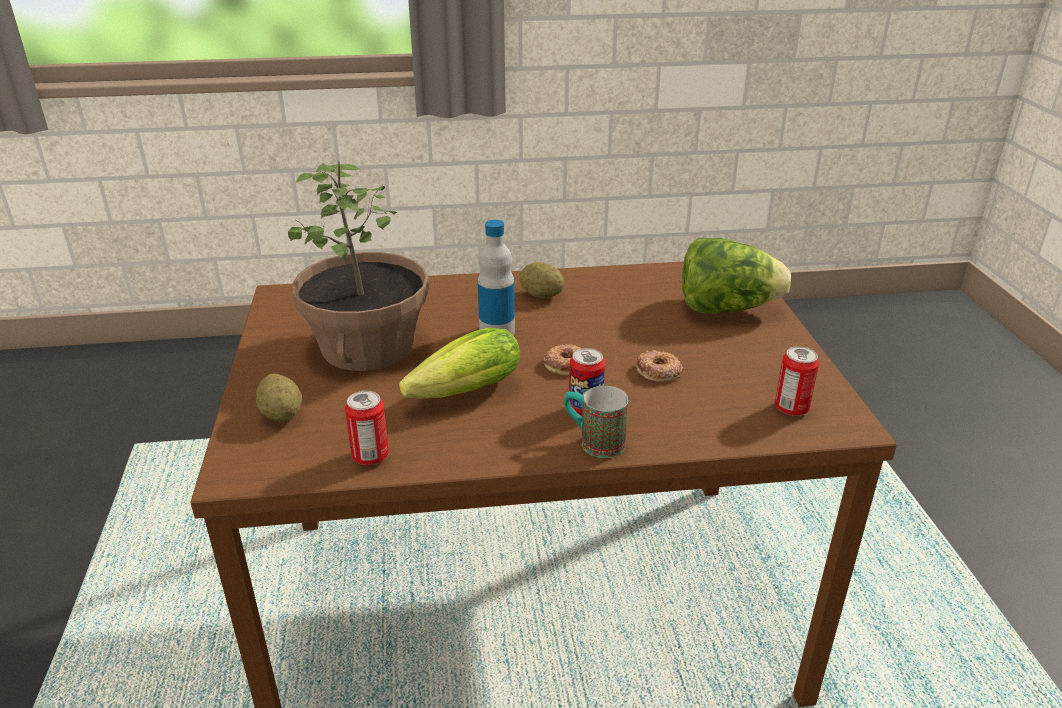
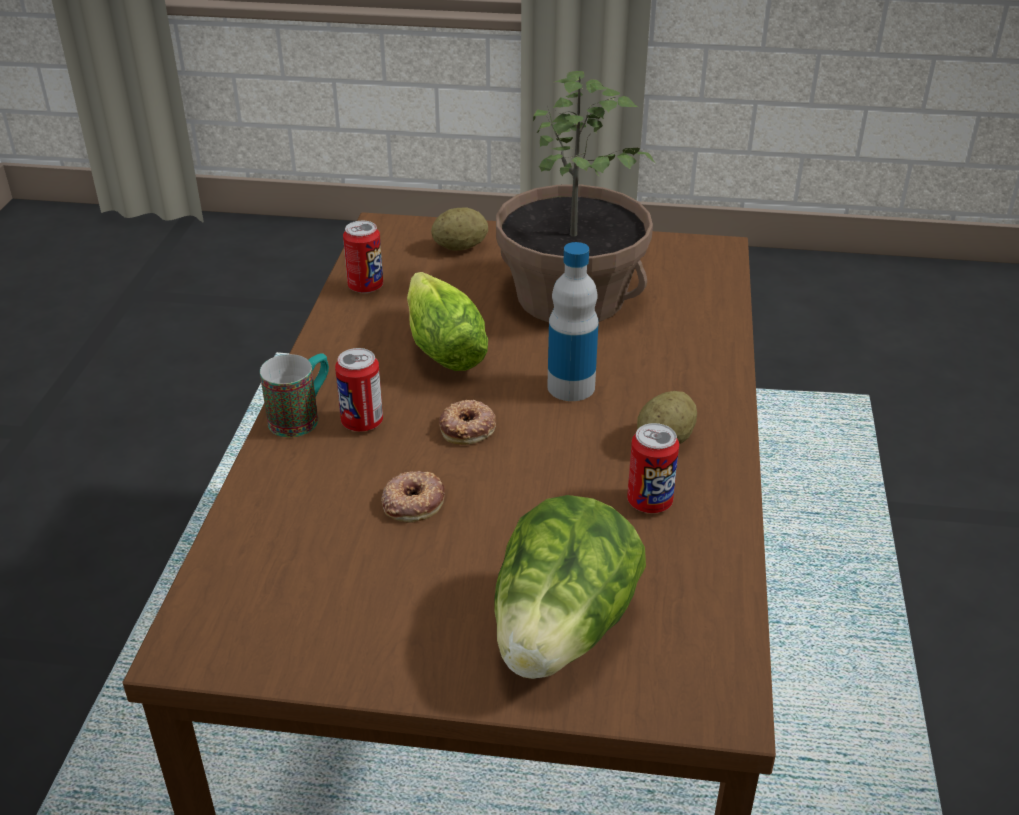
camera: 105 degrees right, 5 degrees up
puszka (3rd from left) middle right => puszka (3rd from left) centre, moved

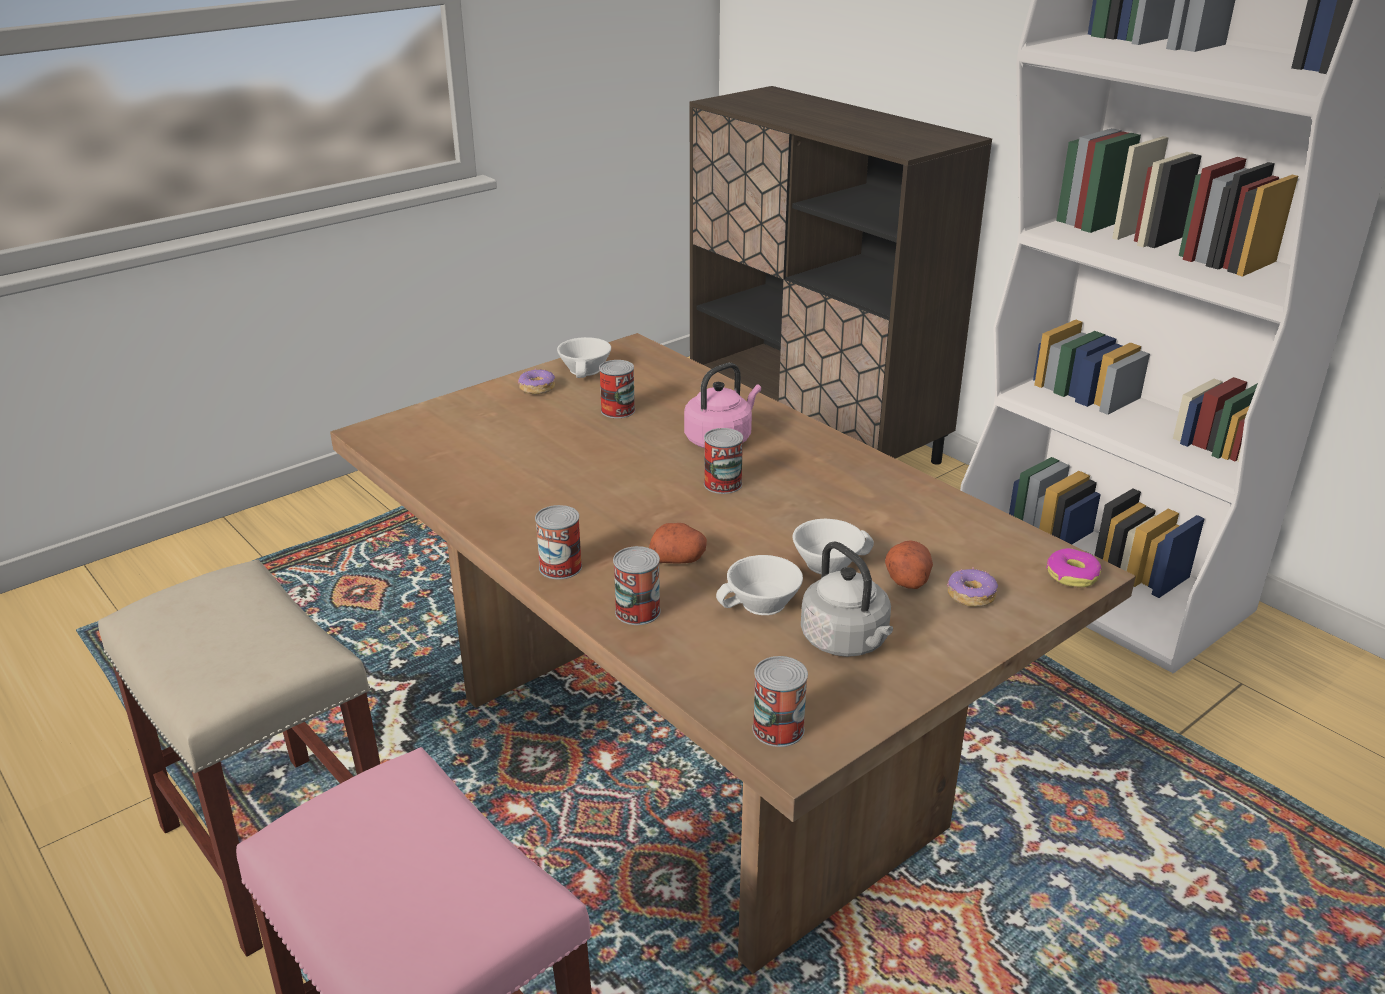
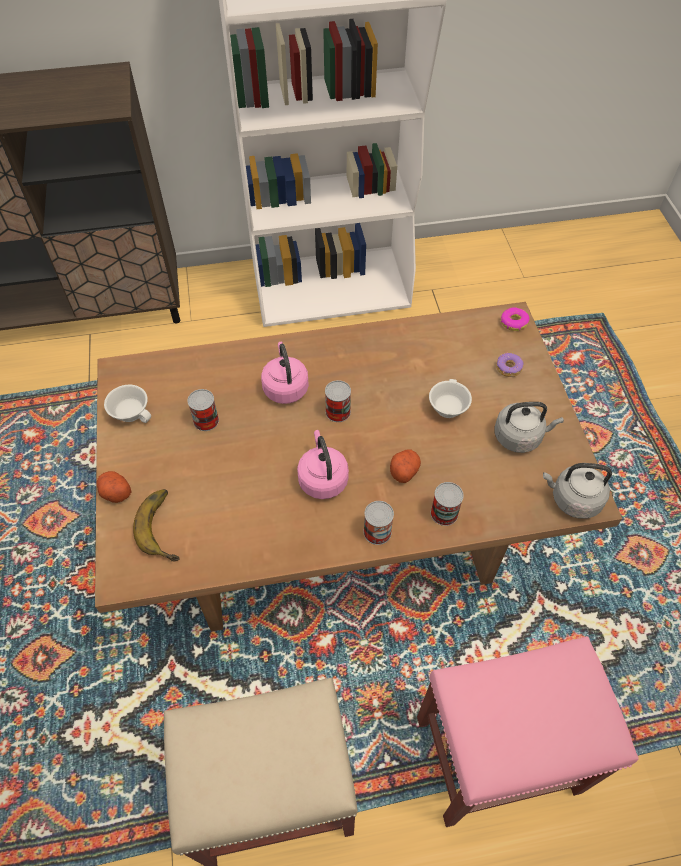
camera: 60 degrees left, 25 degrees up
donut (1st from left) centre => nothing
ziemniak (2nd from left in the first image) centre => ziemniak (1st from left) middle left, moved
filiżanka [biały] (2nd from left) centre => nothing
puszka (5th from left) bottom centre => czajnik [szary] (2nd from left) middle right
nothing => czajnik [różowy] (2nd from left) centre
nothing => banan middle left

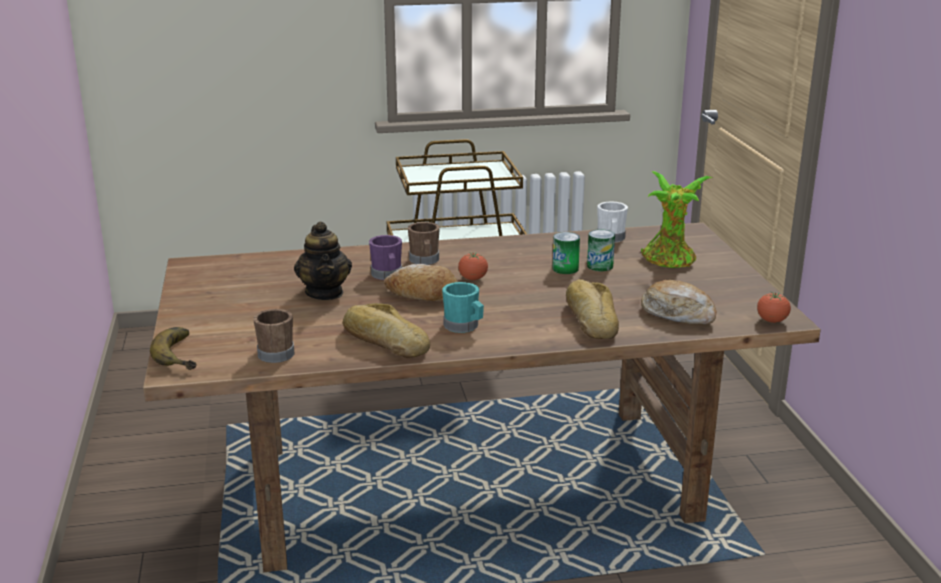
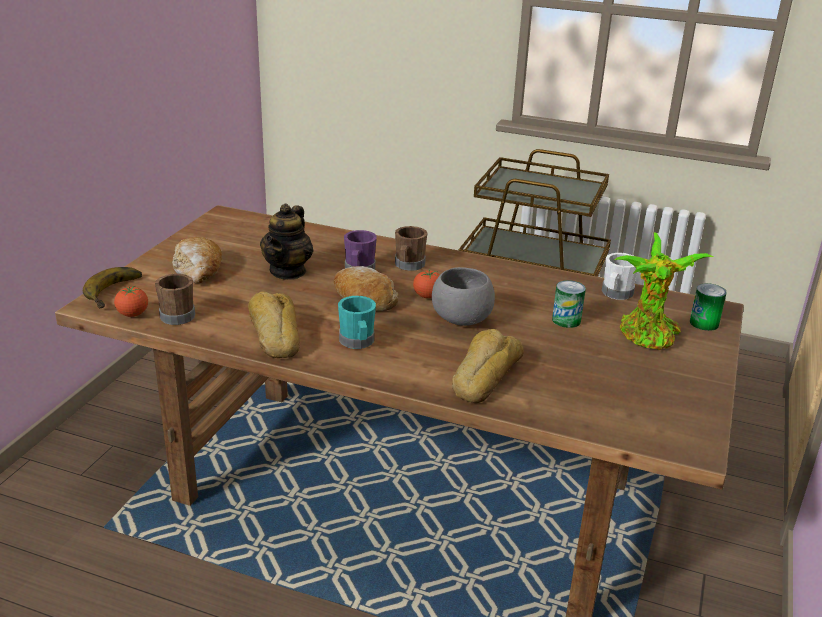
camera: 30 degrees right, 5 degrees up
puszka (1st from left in the first image) centre => puszka (2nd from left) middle right, moved
chleb (4th from left in the first image) middle right => chleb (1st from left) middle left, moved
pomidor (2nd from left in the first image) middle right => pomidor (1st from left) middle left, moved
nothing => miska [szary] centre

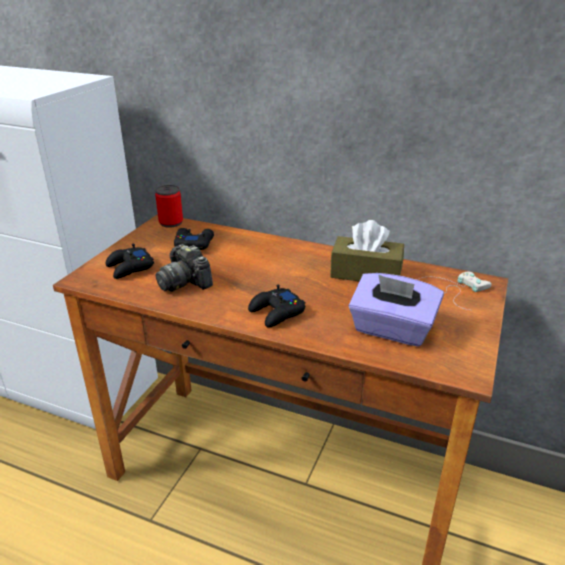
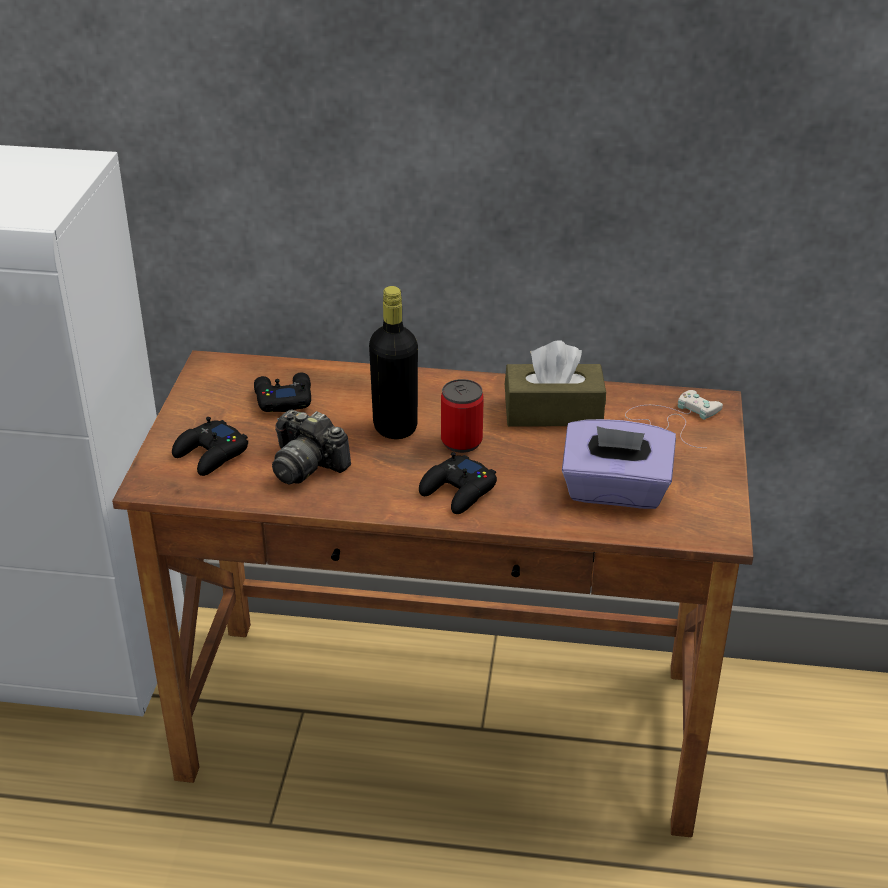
camera: 15 degrees left, 5 degrees up
puszka middle left => puszka centre, moved
nothing => butelka [czarny] centre

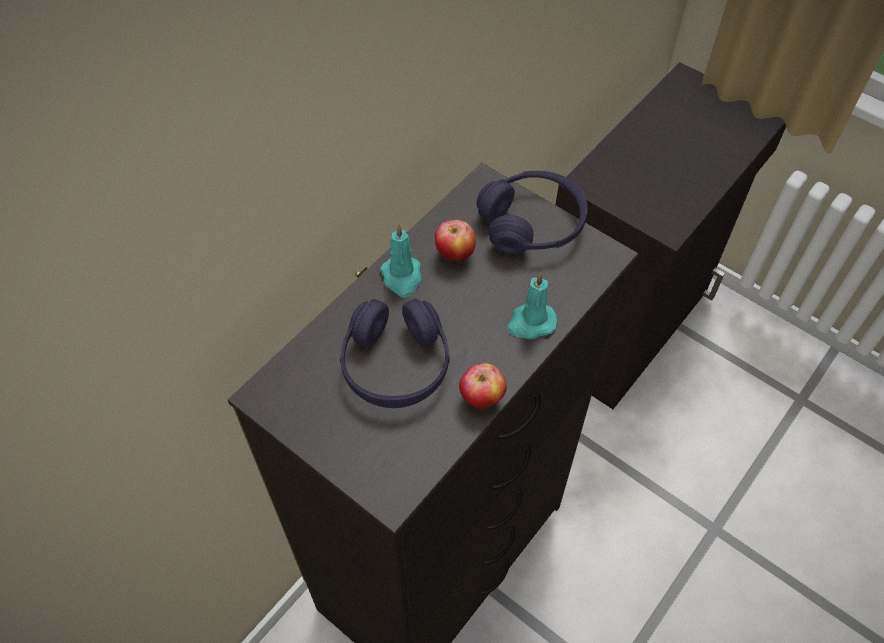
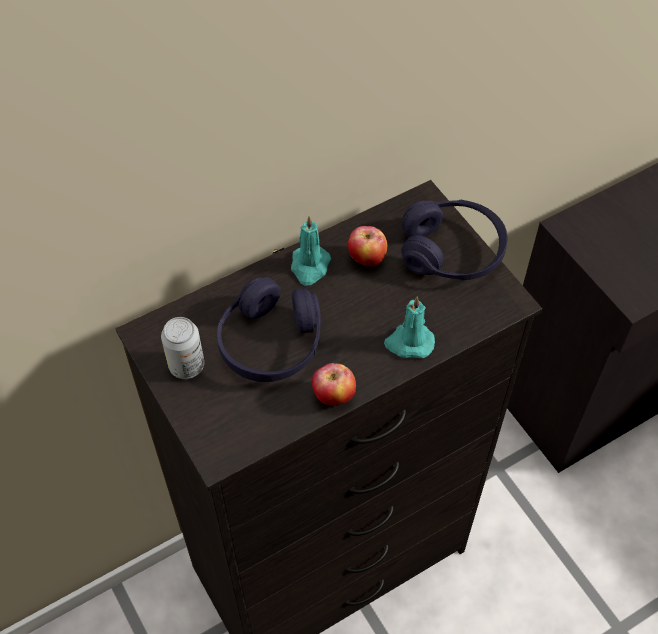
camera: 20 degrees right, 0 degrees up
nothing => puszka middle left

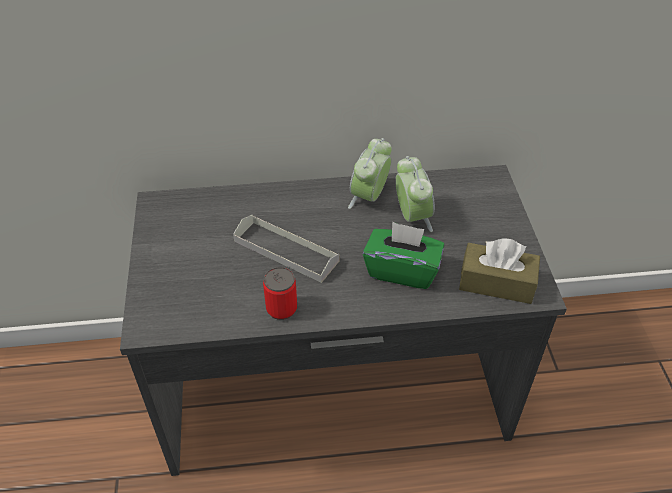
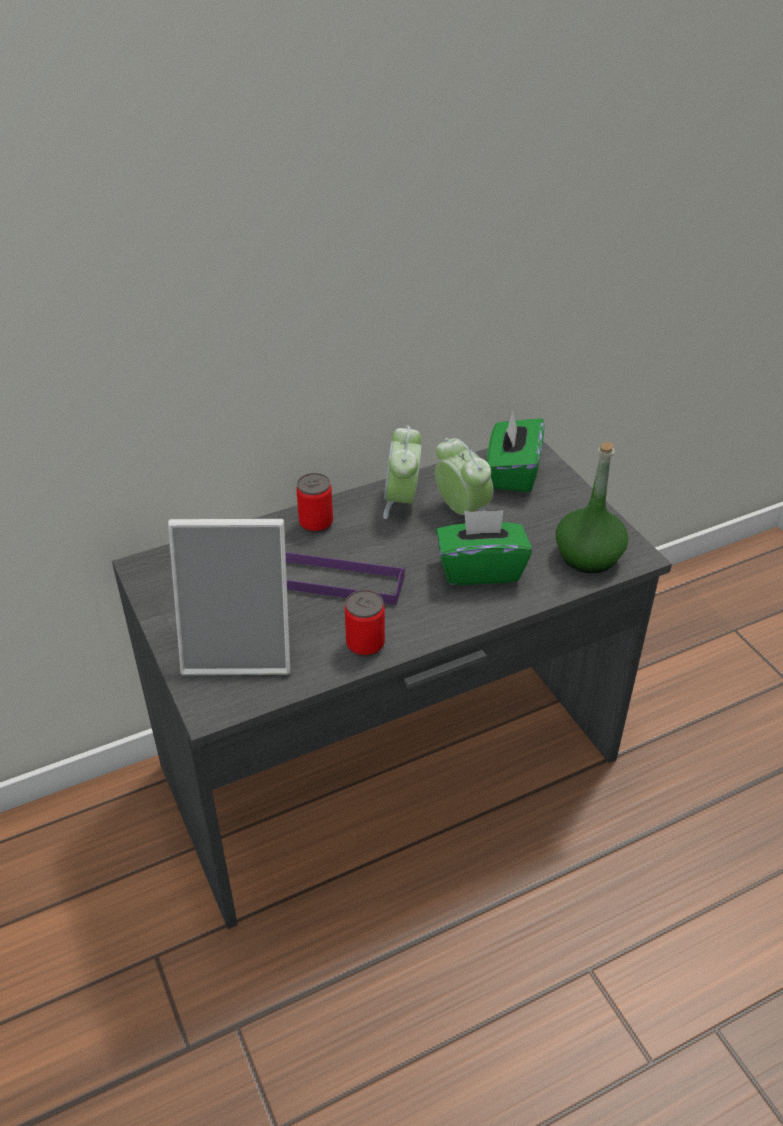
camera: 20 degrees left, 5 degrees down
taca [szary] centre => taca [fioletowy] centre
pudełko chusteczek [brązowy] middle right => butelka [zielony] middle right
nothing => pudełko chusteczek [zielony] (2nd from left) centre
nothing => puszka (1st from left) centre
nothing => ramka na zdjęcie middle left

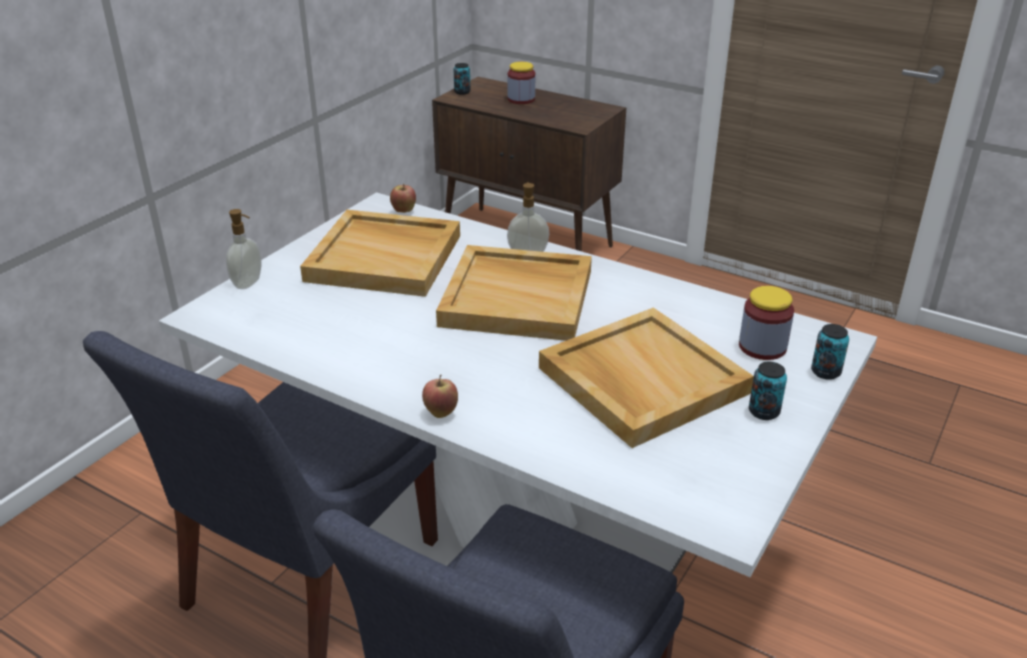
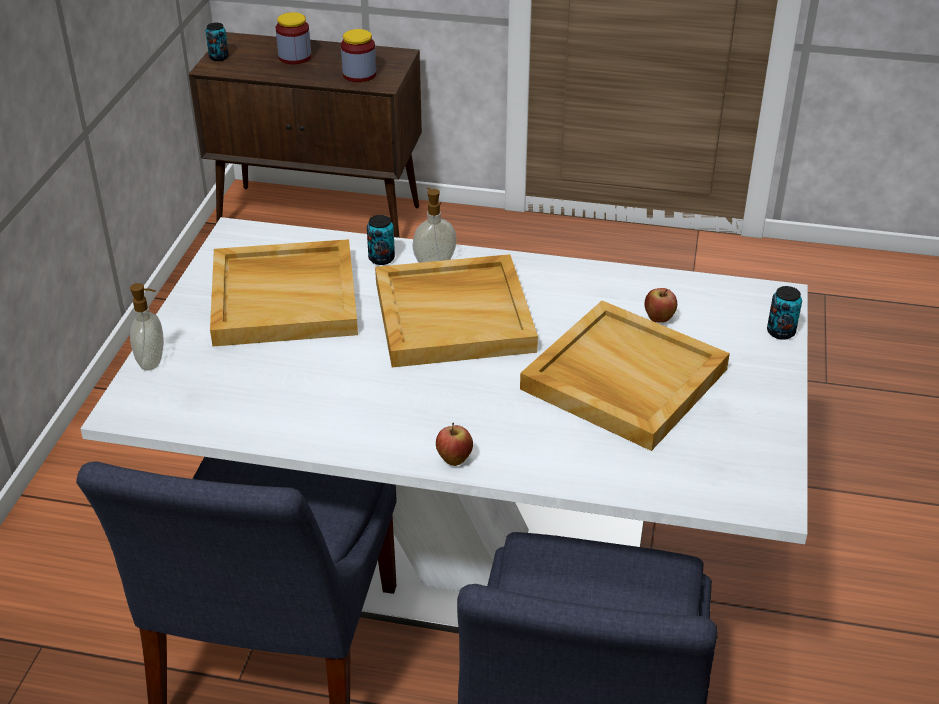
camera: 20 degrees left, 5 degrees up
jabłko (1st from left in the first image) top centre => jabłko (2nd from left) middle right, moved
słoik (2nd from left) middle right => słoik (2nd from left) top centre, moved
puszka (2nd from left) middle right => puszka (2nd from left) centre, moved

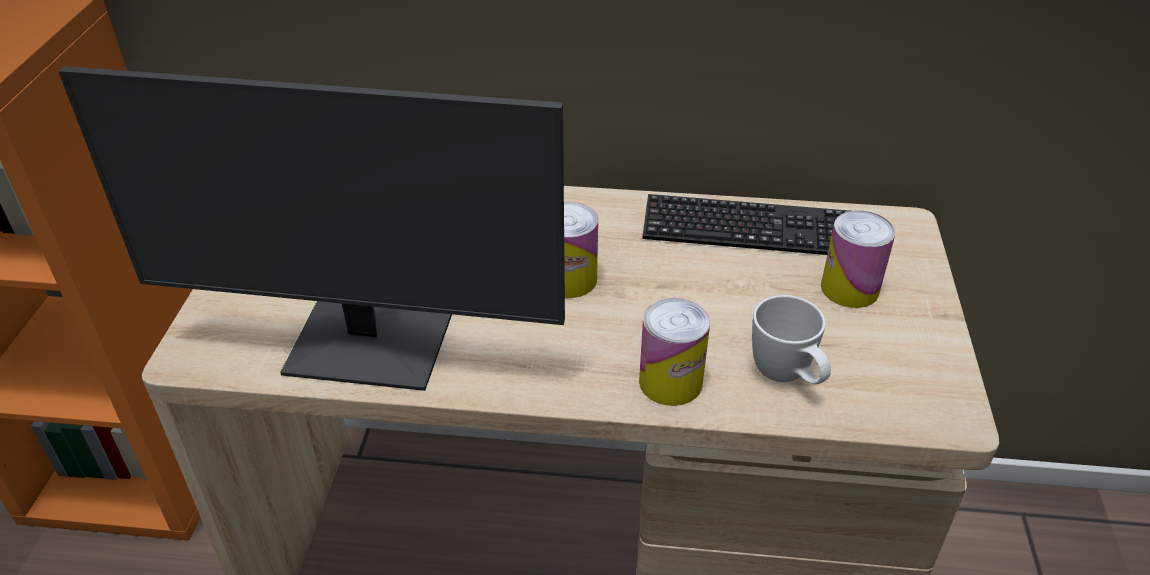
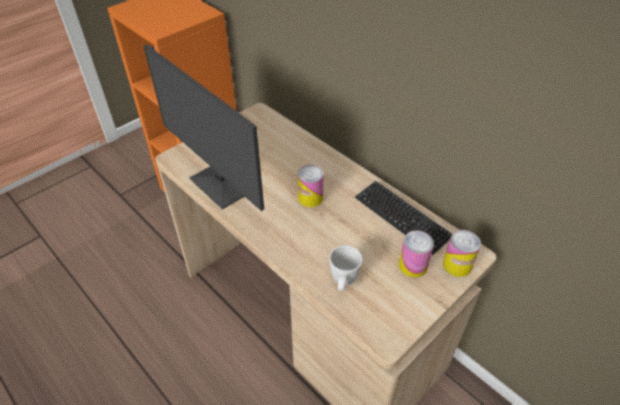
camera: 40 degrees right, 5 degrees up
puszka (2nd from left in the first image) centre => puszka (3rd from left) middle right, moved

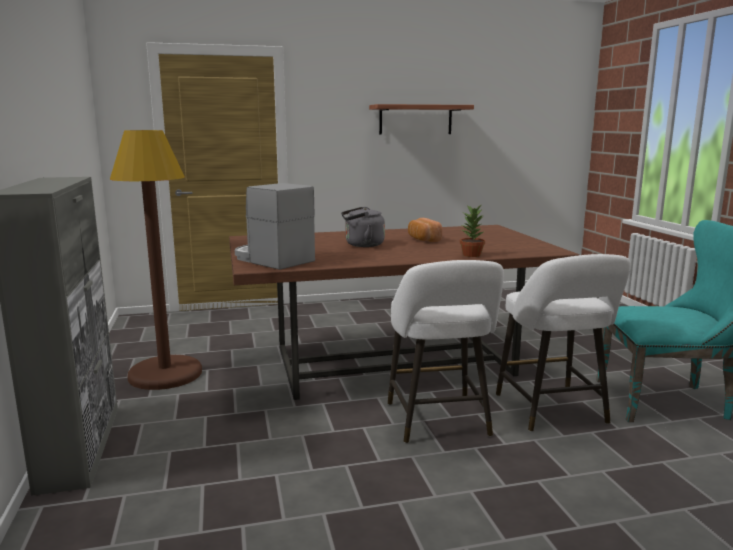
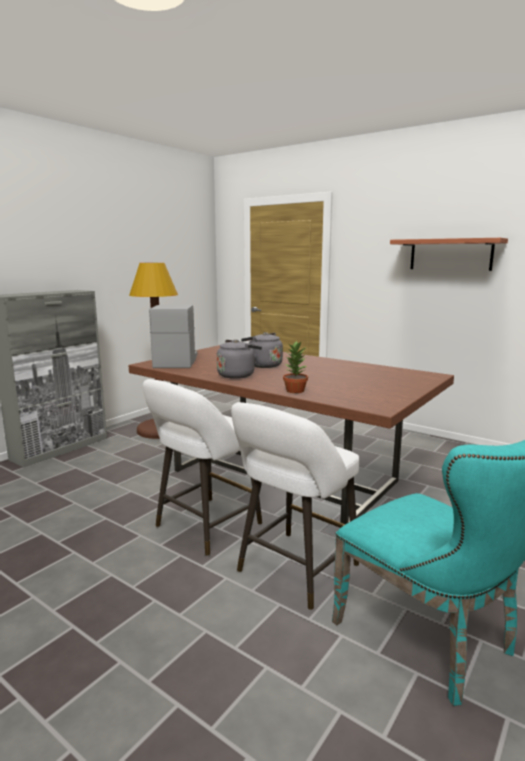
camera: 50 degrees right, 0 degrees up
chleb centre => nothing
nothing => czajnik [szary] (1st from left) centre

